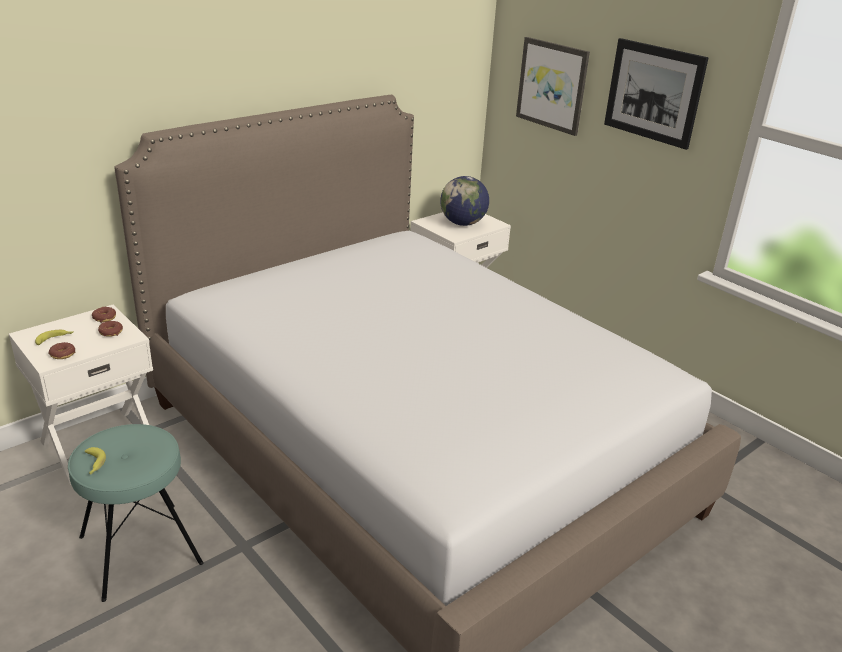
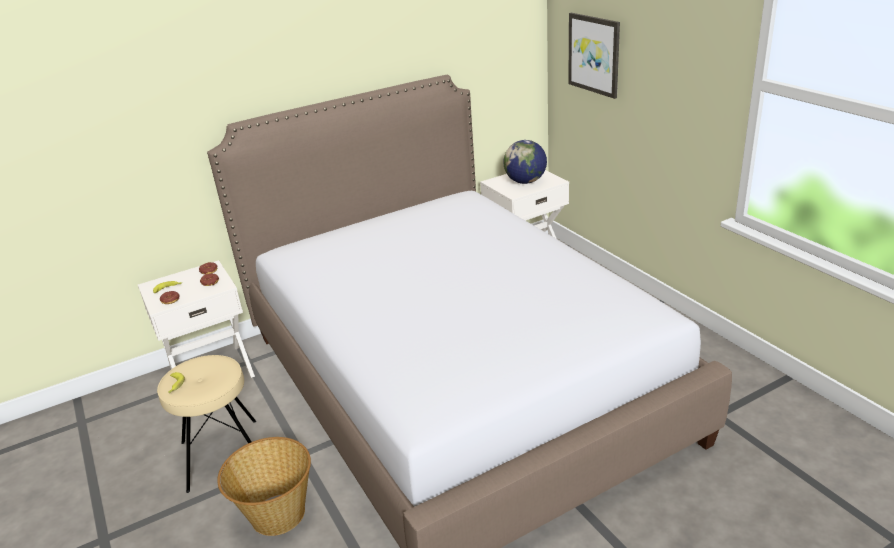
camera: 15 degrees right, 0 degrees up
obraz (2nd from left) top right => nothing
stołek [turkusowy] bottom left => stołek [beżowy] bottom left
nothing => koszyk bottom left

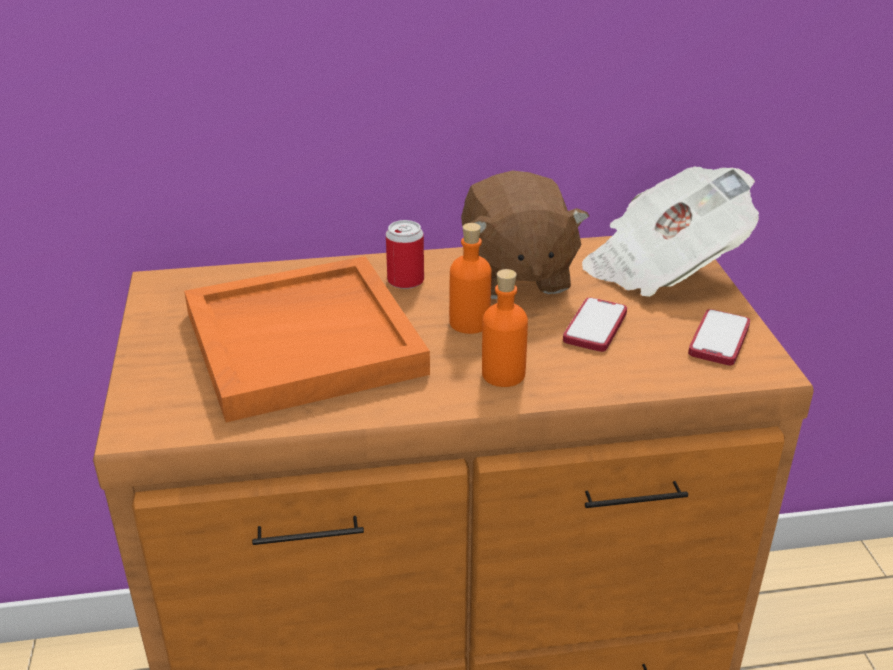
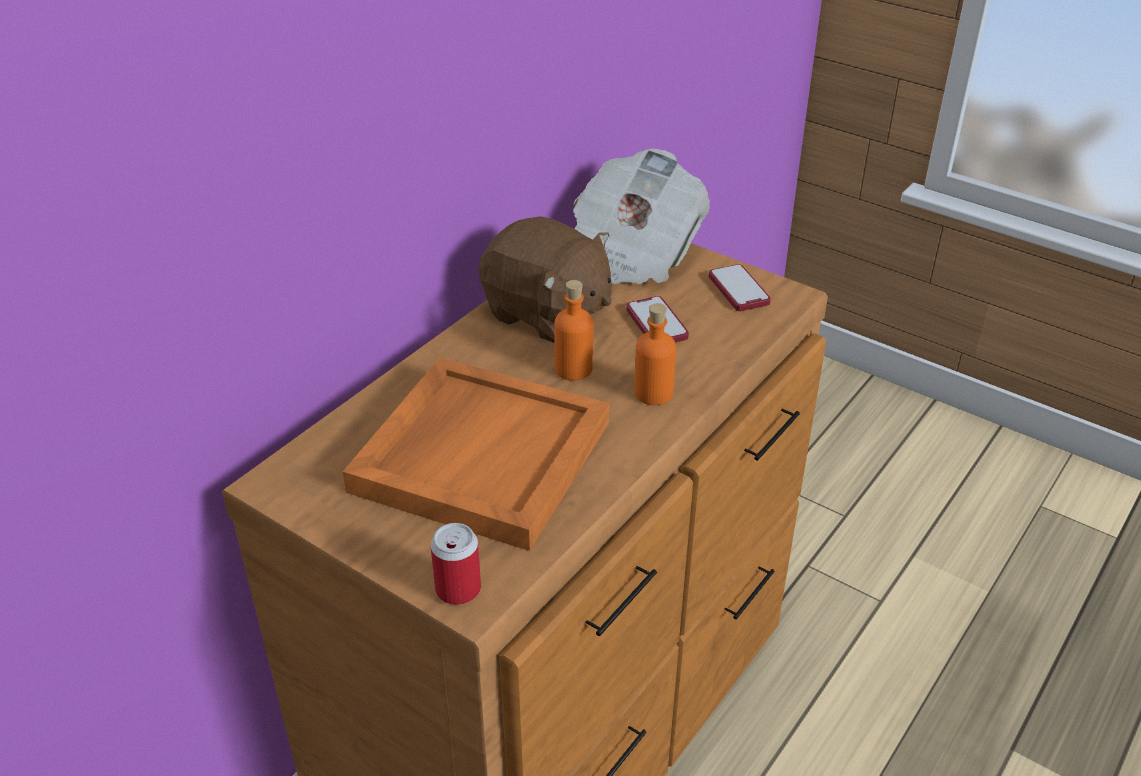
camera: 45 degrees left, 5 degrees up
puszka centre => puszka bottom centre, moved

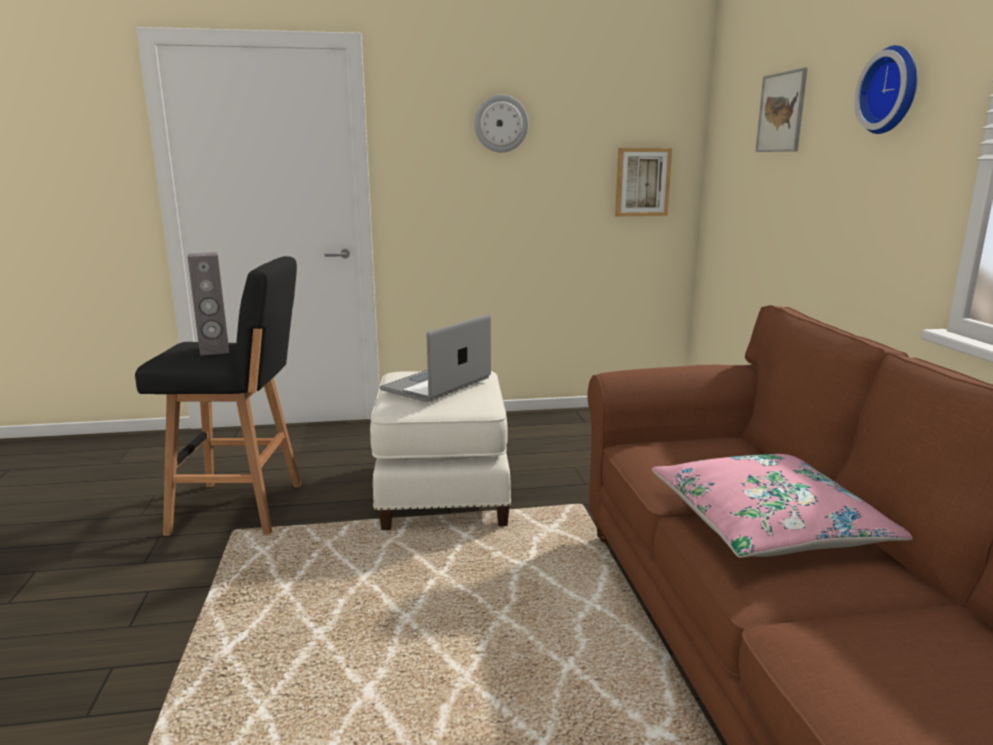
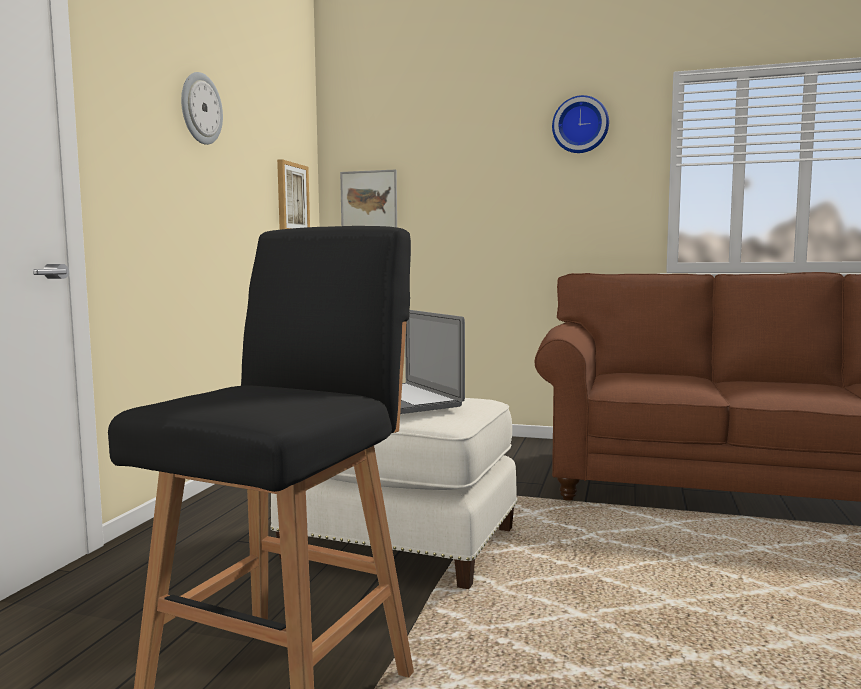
camera: 65 degrees left, 10 degrees down
obraz (2nd from left) top right => obraz (2nd from left) top centre, moved
głośnik [szary] middle left => nothing
poduszka [różowy] bottom right => nothing

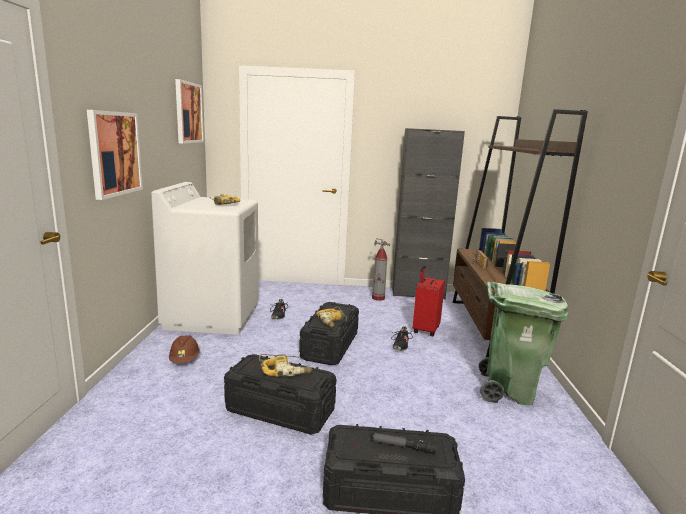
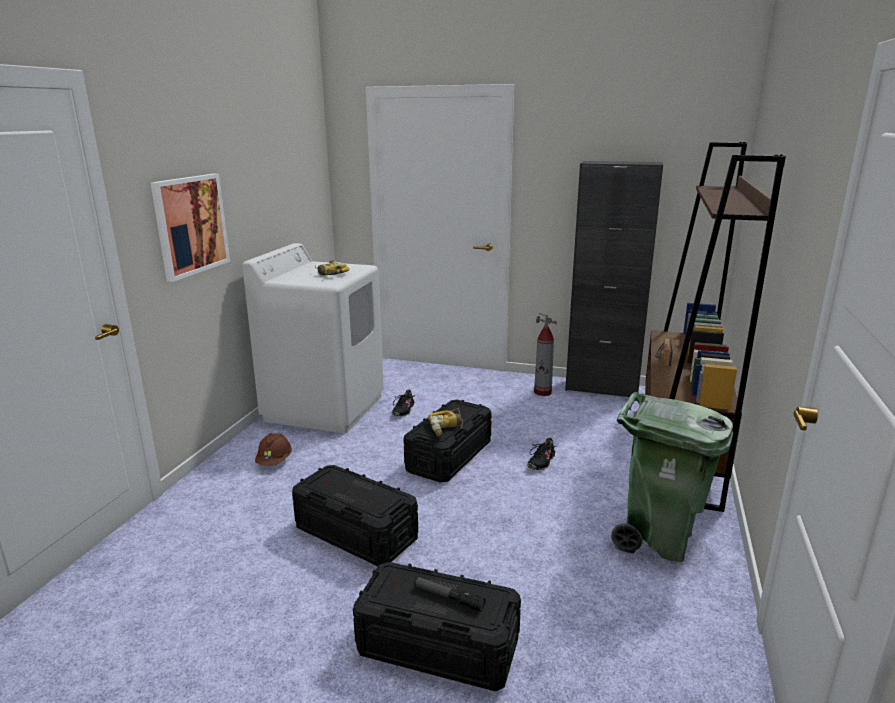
camera: 15 degrees right, 5 degrees up
obraz (2nd from left) top left => nothing
walizka [czerwony] centre => nothing
wiertarka (2nd from left) bottom centre => nothing

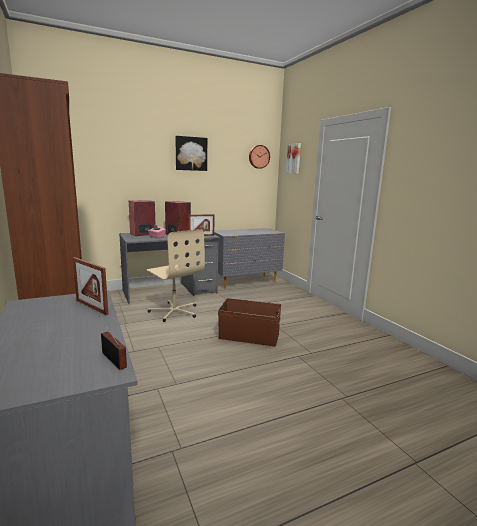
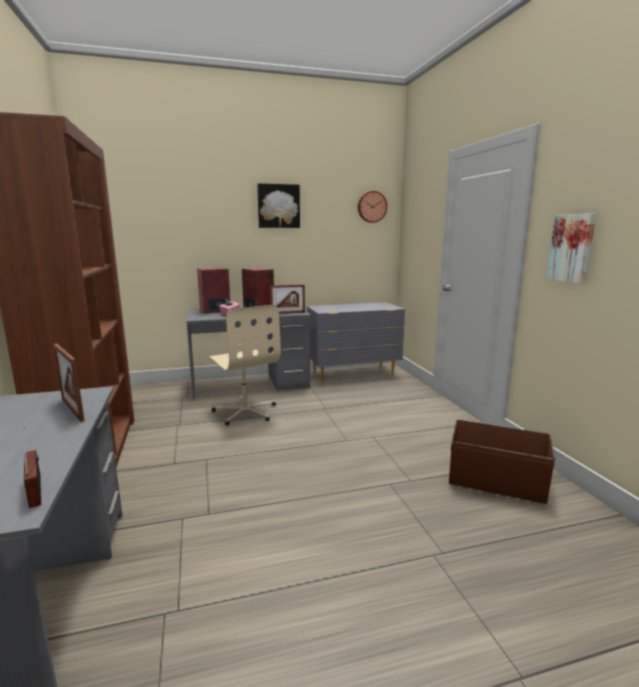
camera: 10 degrees right, 0 degrees up
obraz (2nd from left) top centre => obraz (2nd from left) middle right, moved
pojemnik do przechowywania [brązowy] centre => pojemnik do przechowywania [brązowy] bottom right, moved

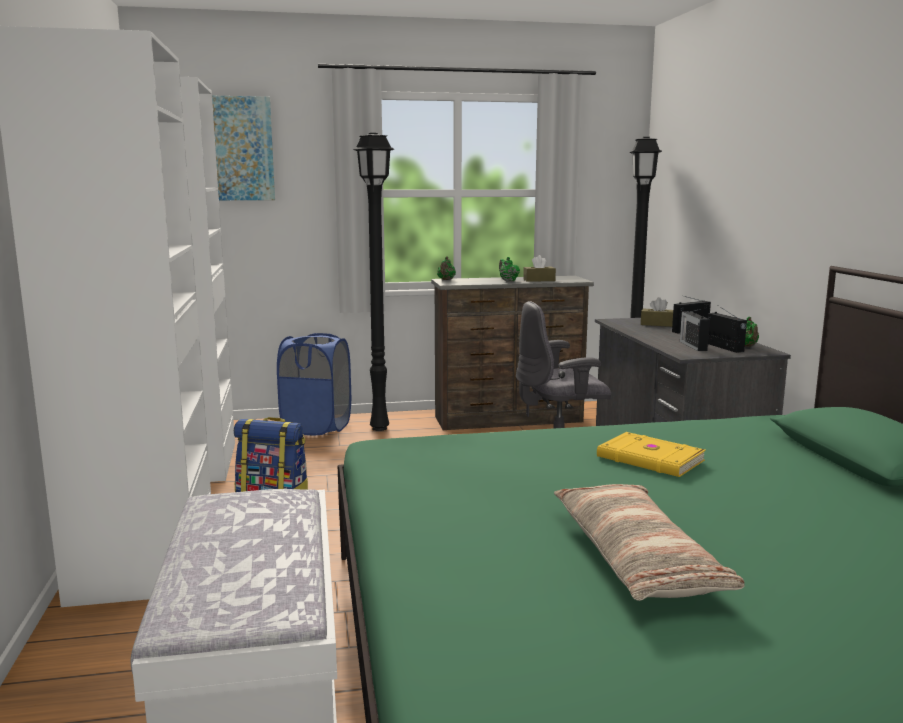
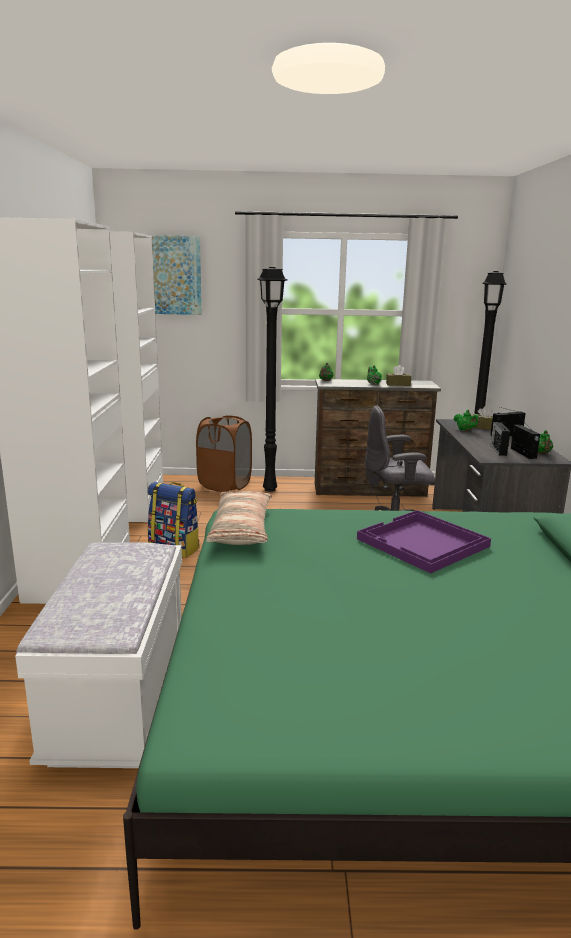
camera: 10 degrees right, 5 degrees up
kosz na pranie [niebieski] centre => kosz na pranie [brązowy] centre
książka [żółty] middle right => taca [fioletowy] middle right
poduszka bottom right => poduszka centre, moved
nothing => imbryk [zielony] (3rd from left) middle right

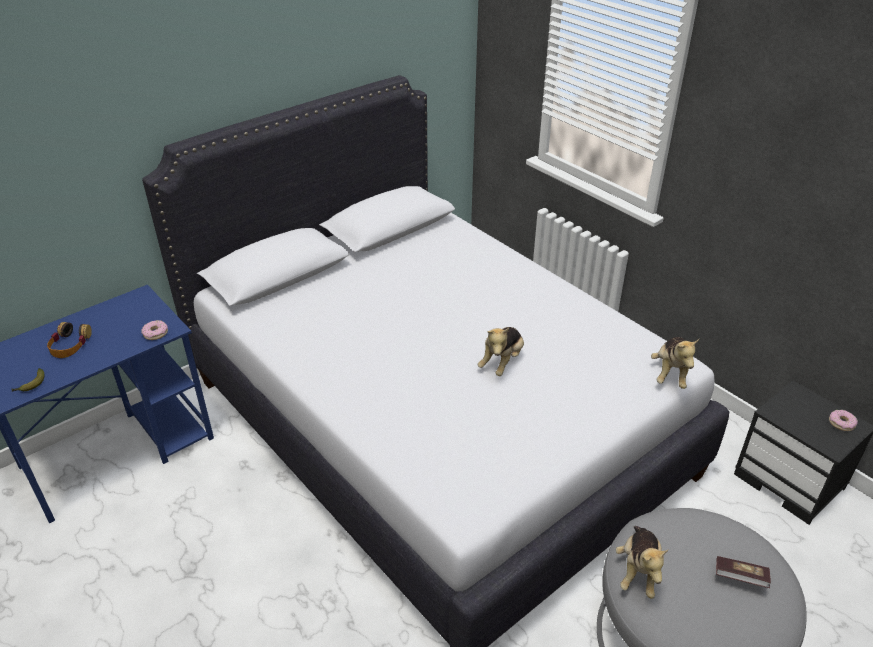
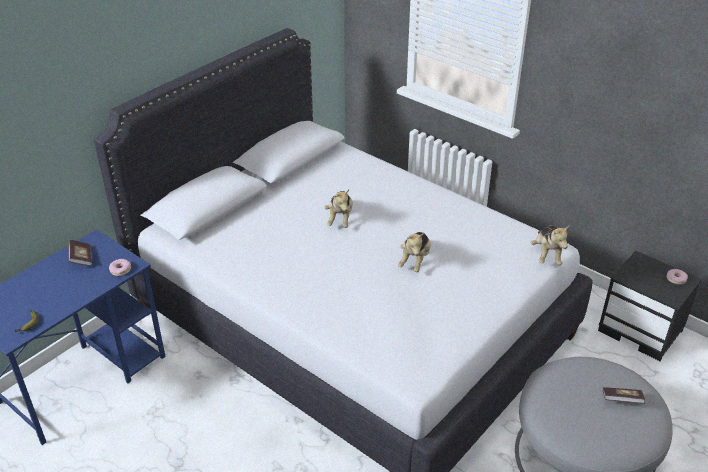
camera: 10 degrees left, 0 degrees up
słuchawki middle left => nothing
pluszak (2nd from left in the first image) bottom right => pluszak (1st from left) centre, moved
nothing => książka (1st from left) middle left

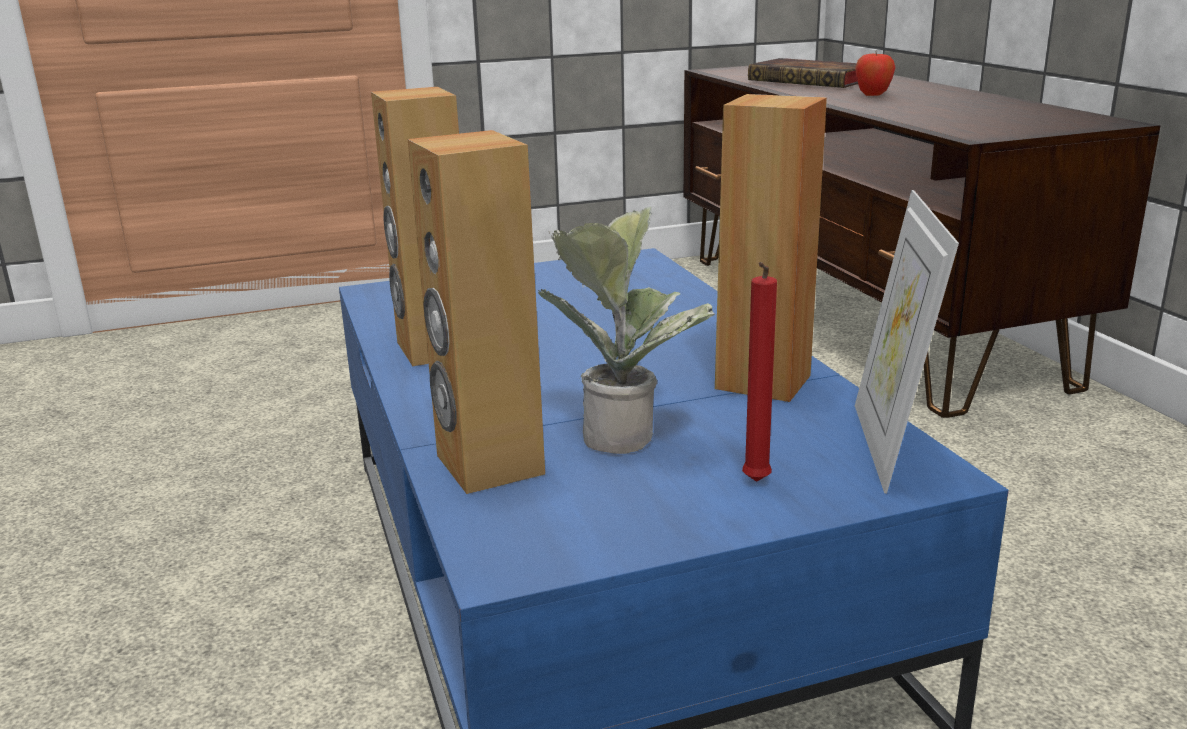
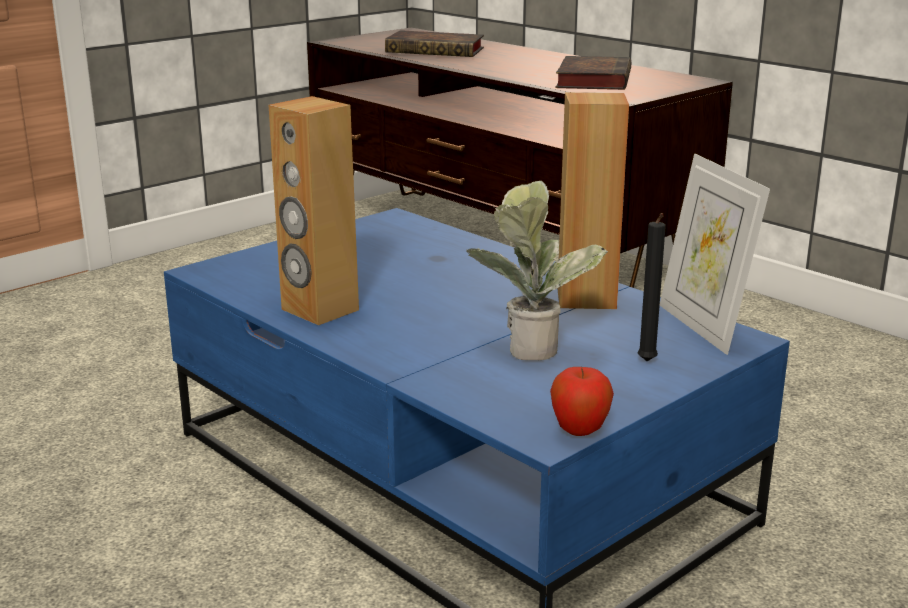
camera: 25 degrees left, 0 degrees up
jabłko top right => jabłko centre, moved
głośnik [brązowy] (2nd from left) centre => nothing
świeca [czerwony] centre => świeca [czarny] middle right
nothing => książka (2nd from left) top centre

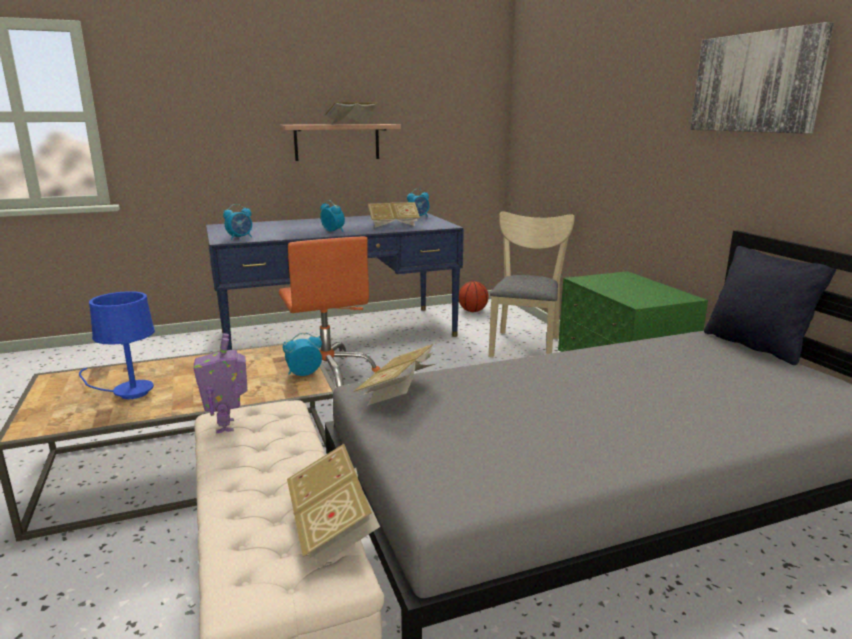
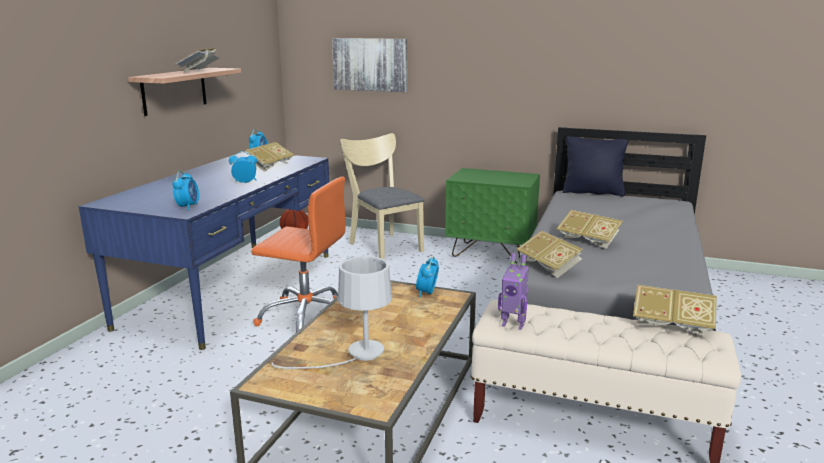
camera: 50 degrees left, 0 degrees up
obraz top right => obraz top centre, moved
lampa stołowa [niebieski] middle left => lampa stołowa [biały] bottom centre
nothing => książka (4th from left) middle right

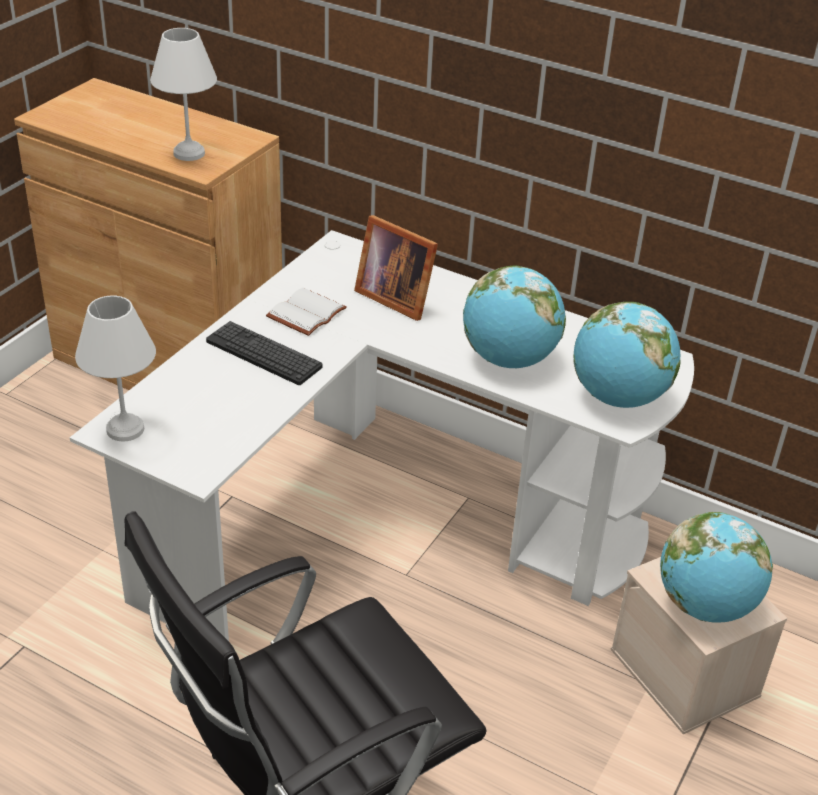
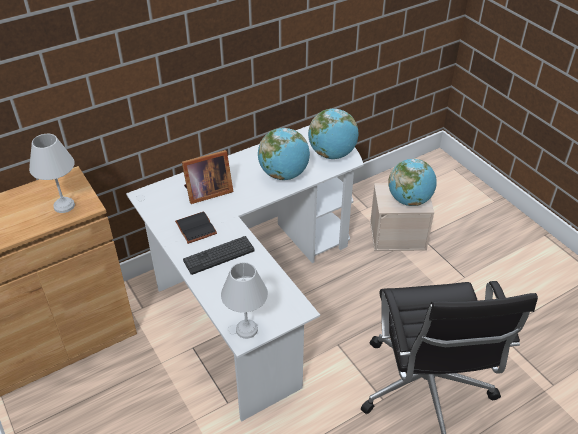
camera: 60 degrees left, 5 degrees up
książka [biały] centre => książka [czarny] centre

